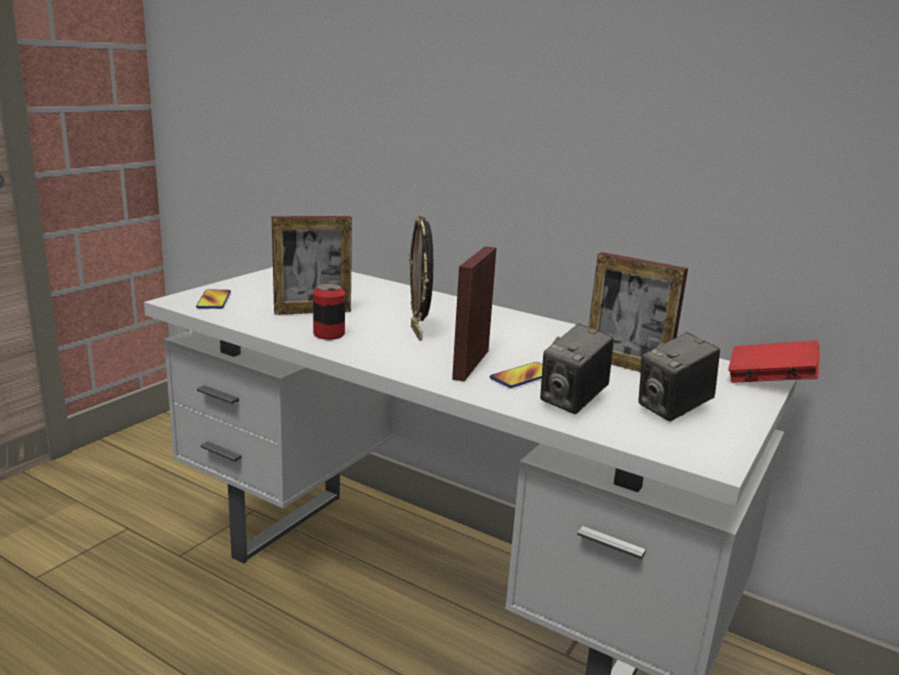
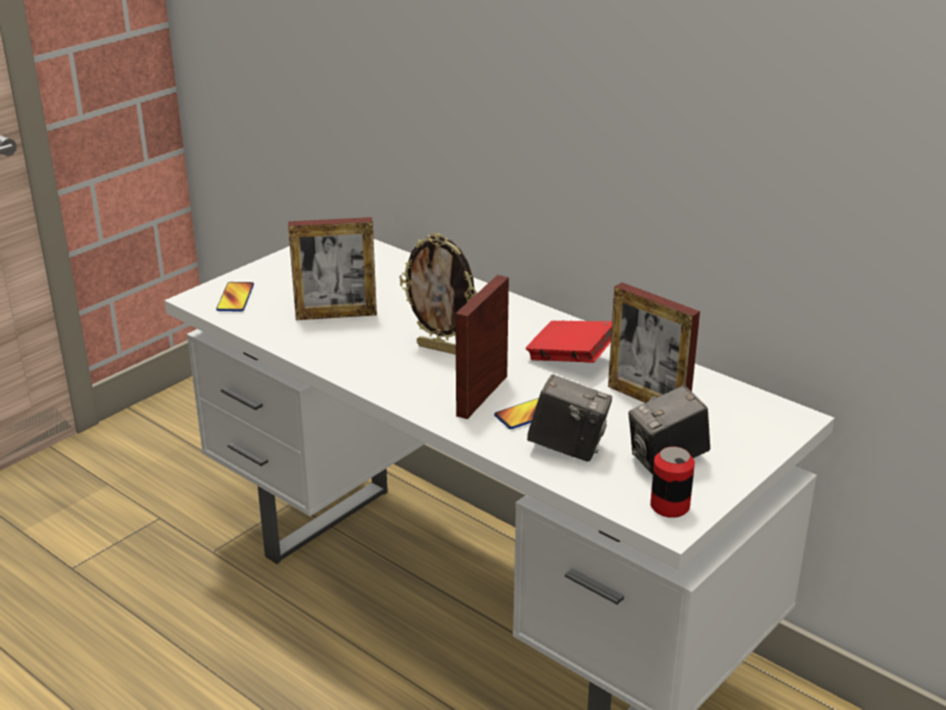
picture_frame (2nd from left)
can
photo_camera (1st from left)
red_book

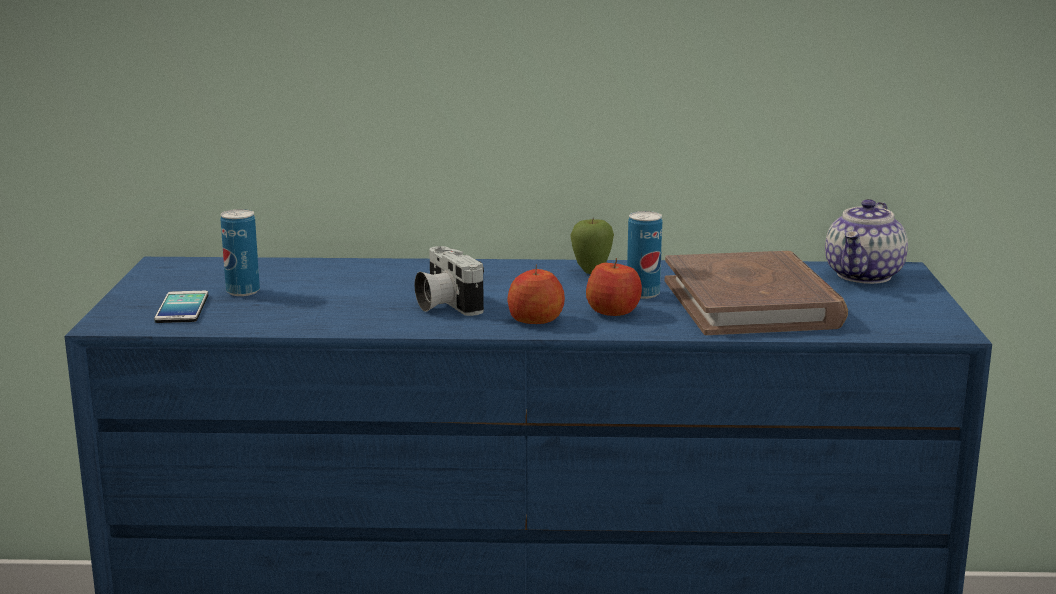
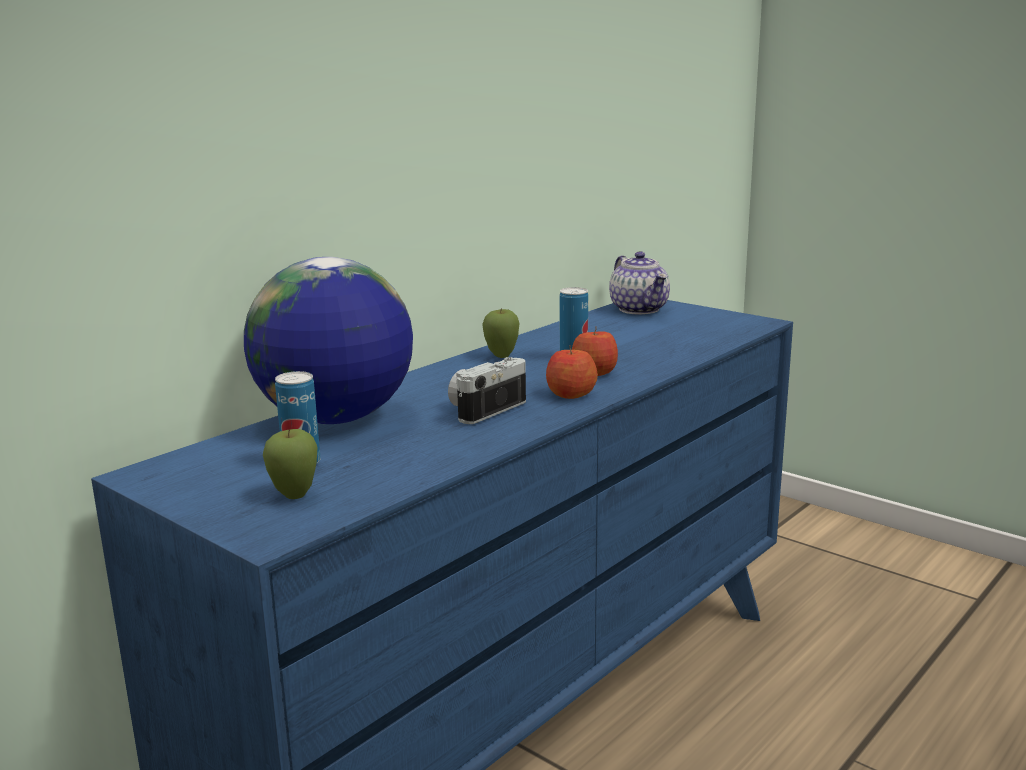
photo_camera
brown_book
apple (1st from left)
globe

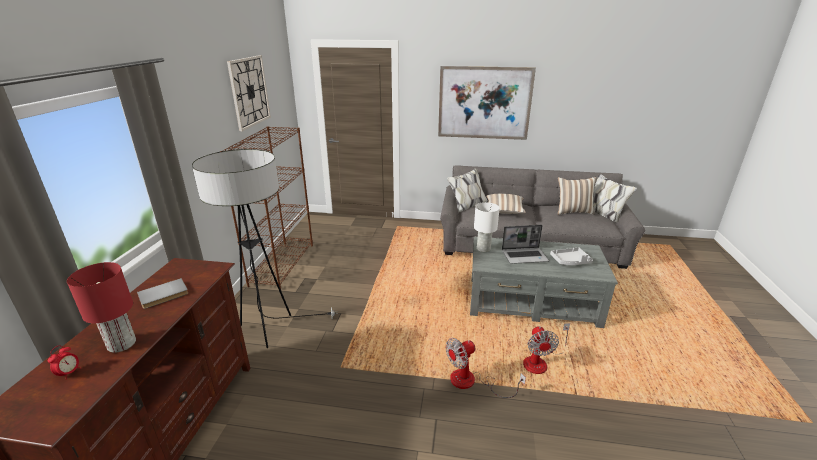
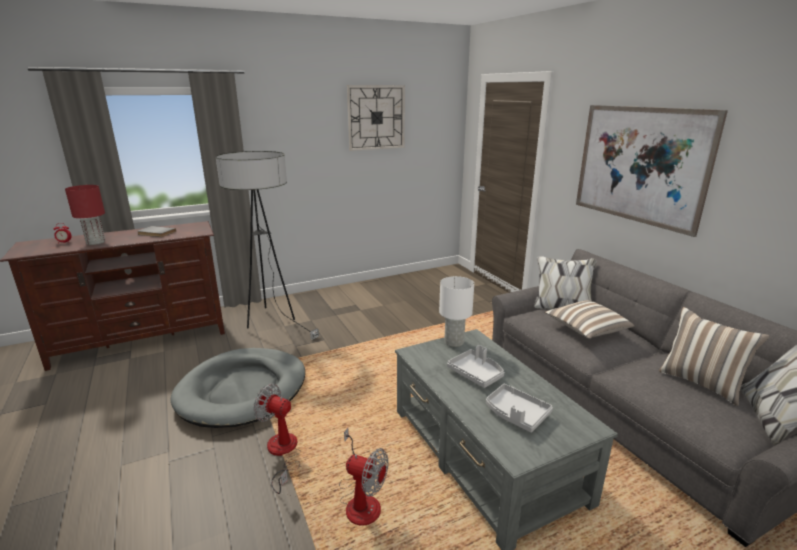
brown_bookcase
grey_tray (1st from left)
fan (2nd from left)
grey_dog_bed

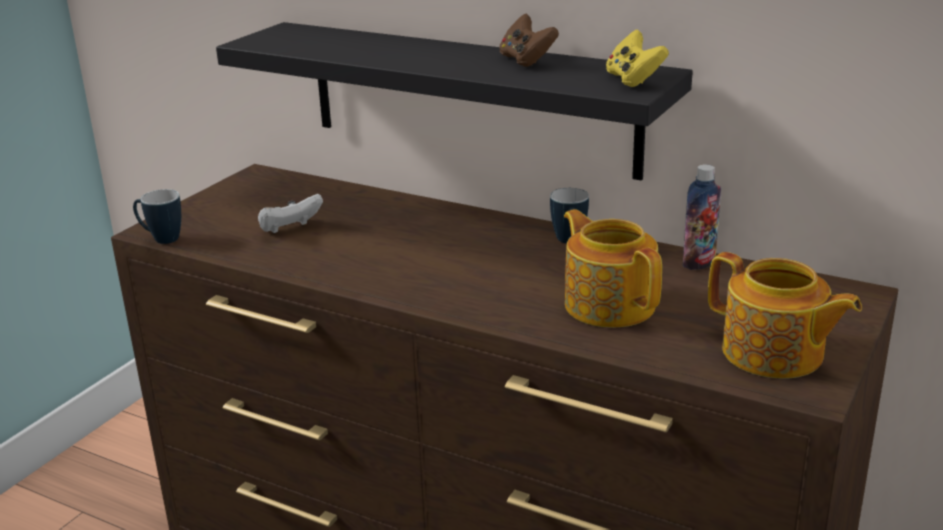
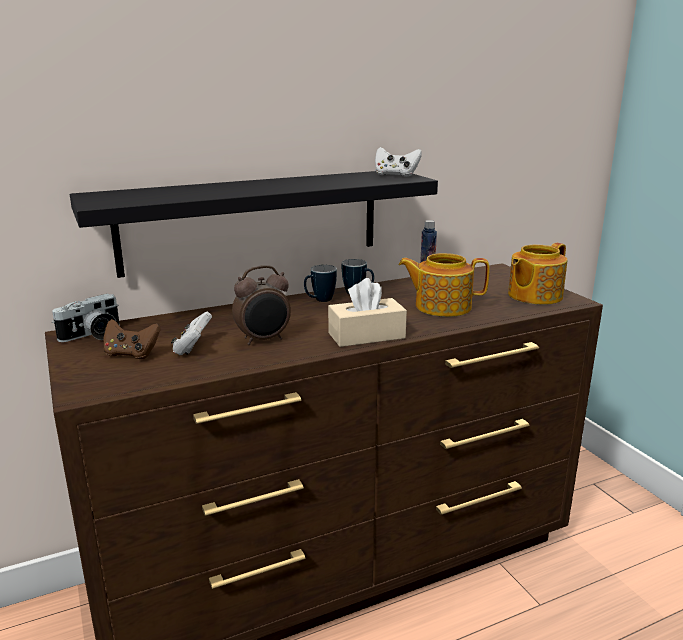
brown_game_controller
white_game_controller (2nd from left)
mug (1st from left)
teapot (2nd from left)
alarm_clock
beige_tissue_box
photo_camera

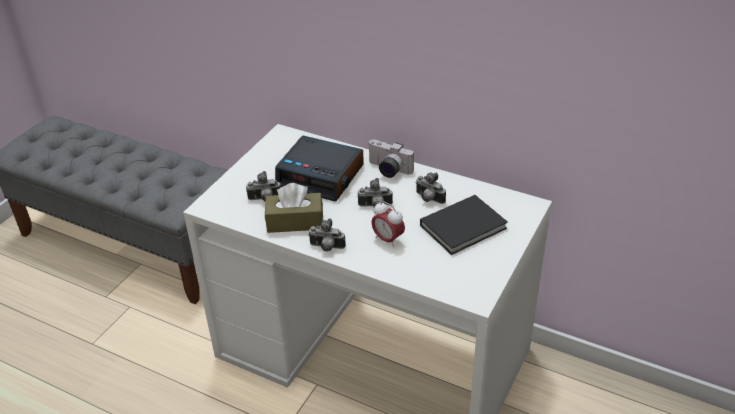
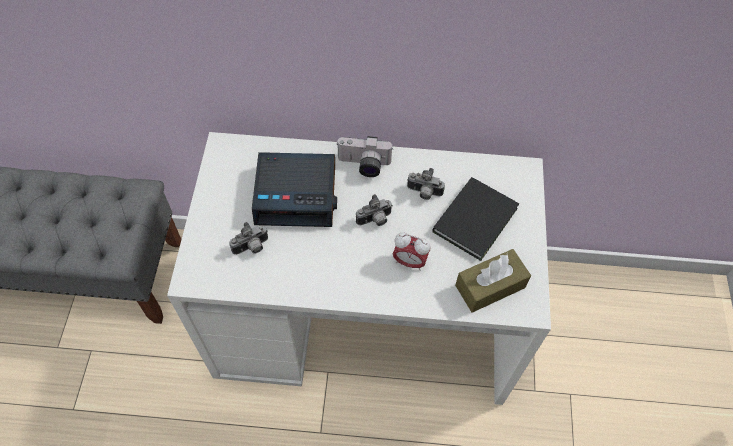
brown_tissue_box
photo_camera (2nd from left in the first image)

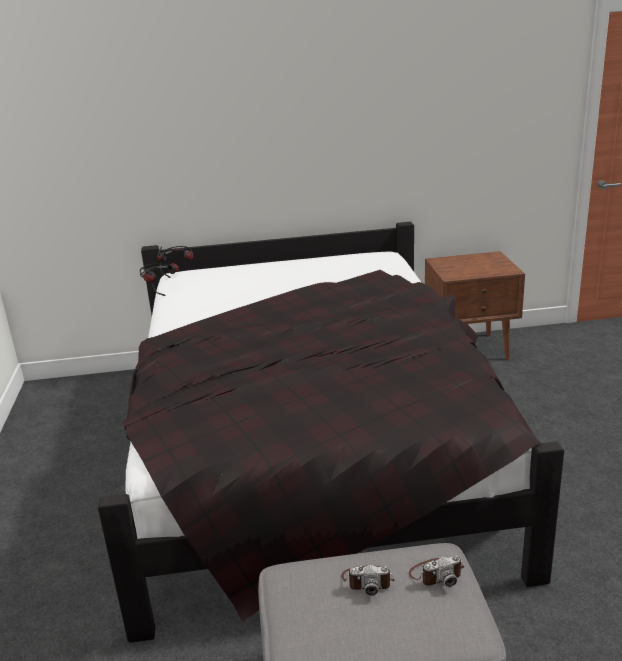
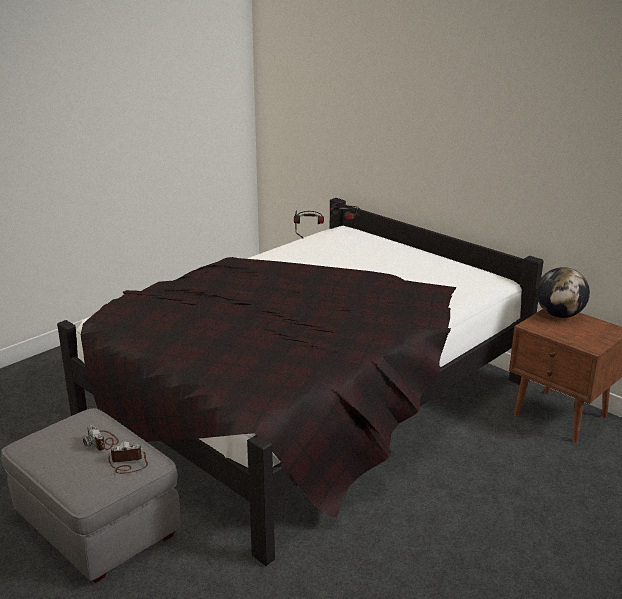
photo_camera (2nd from left)
globe

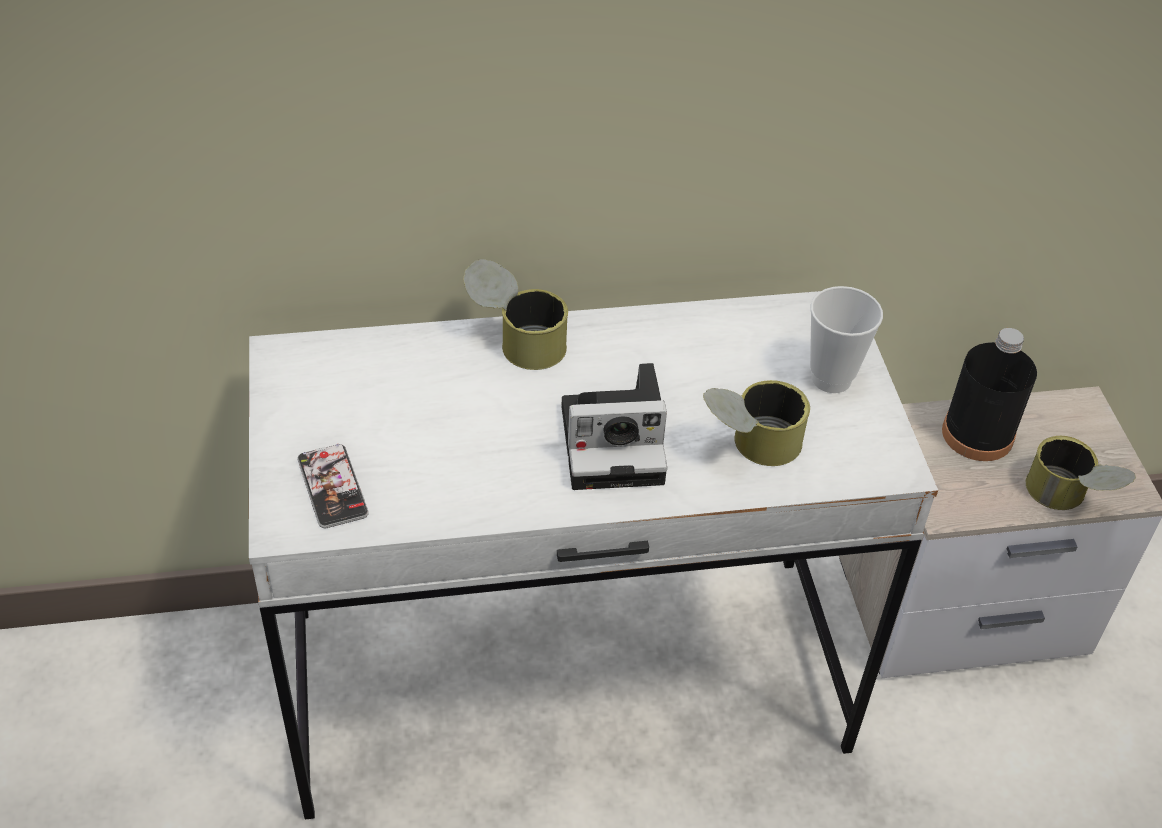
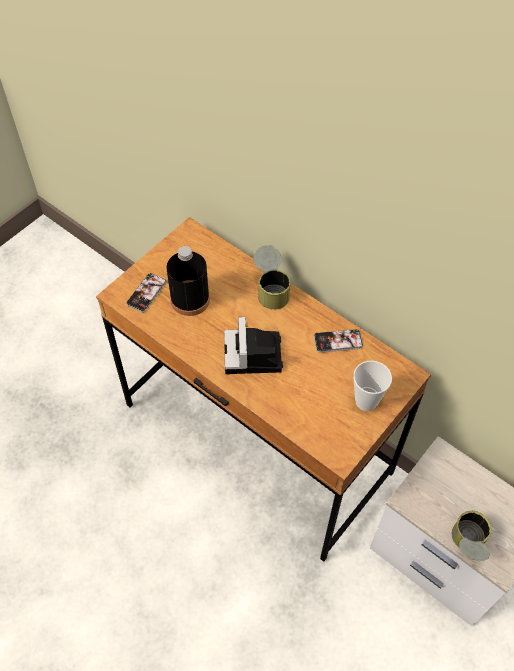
brown_desk
black_bottle
photo_camera
can (2nd from left in the first image)
phone (2nd from left)

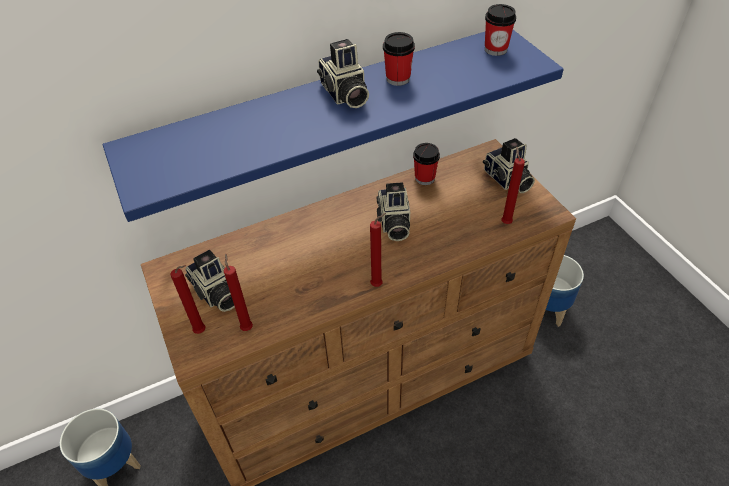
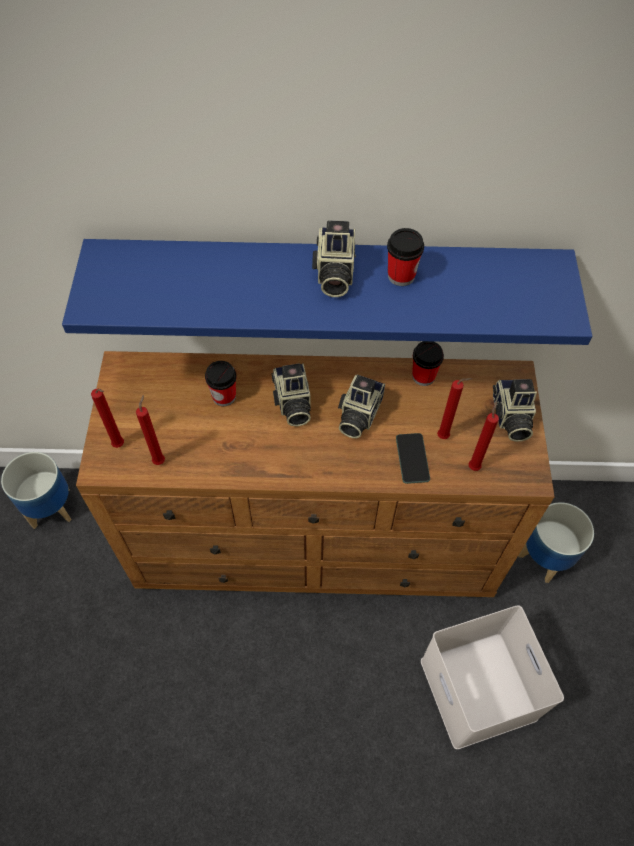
cup (1st from left)
red_candle (3rd from left)
photo_camera (1st from left)
phone
white_storage_box

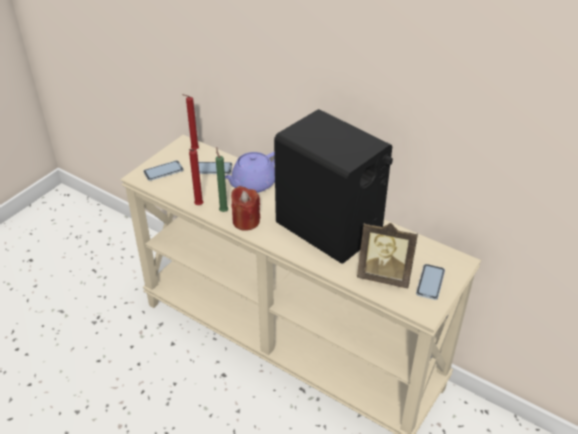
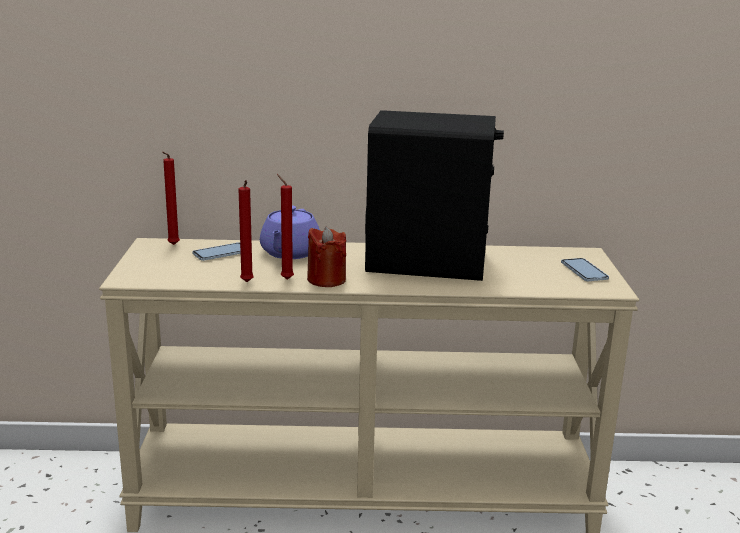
red_candle (3rd from left)
phone (1st from left in the first image)
picture_frame

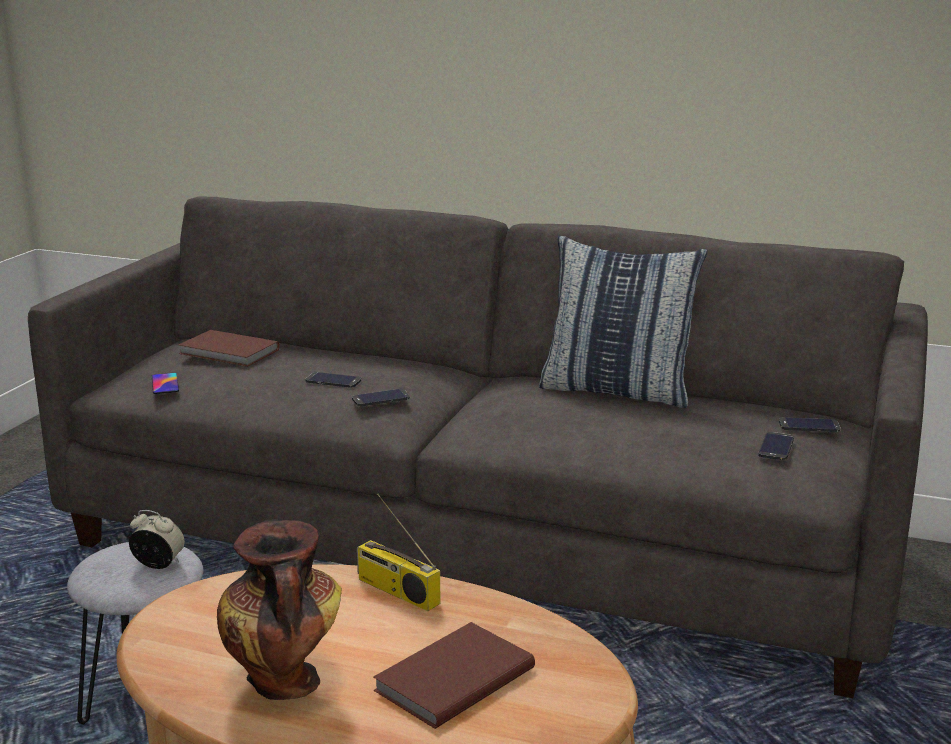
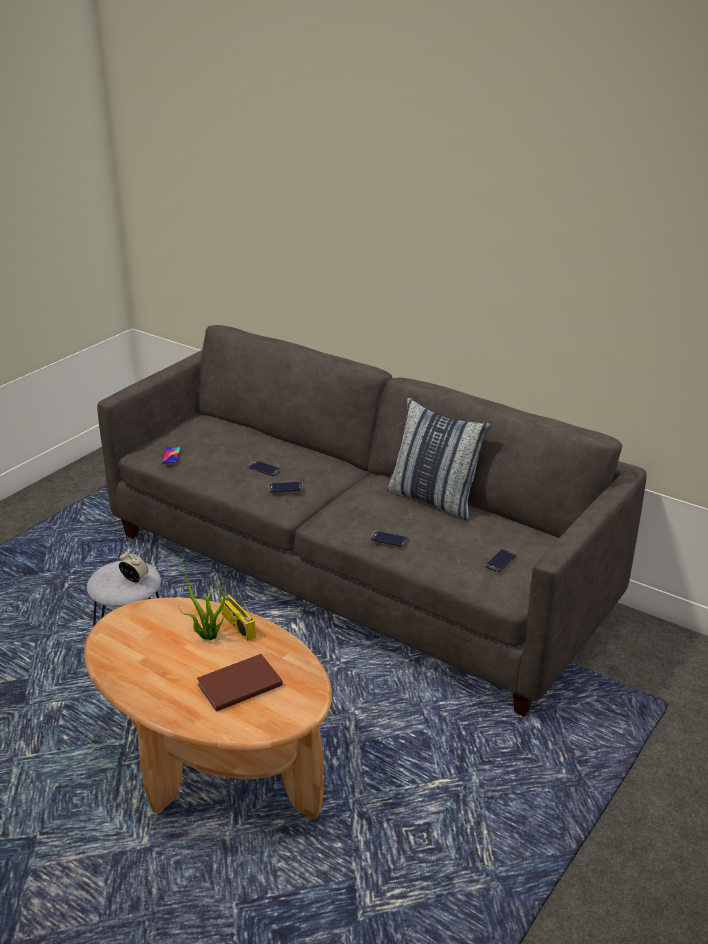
brown_book (1st from left in the first image)
phone (4th from left)
vase
potted_plant

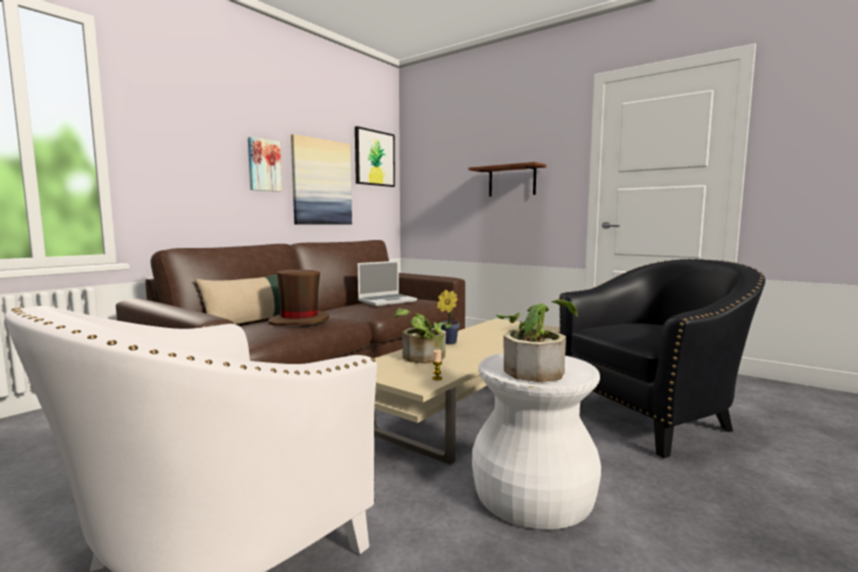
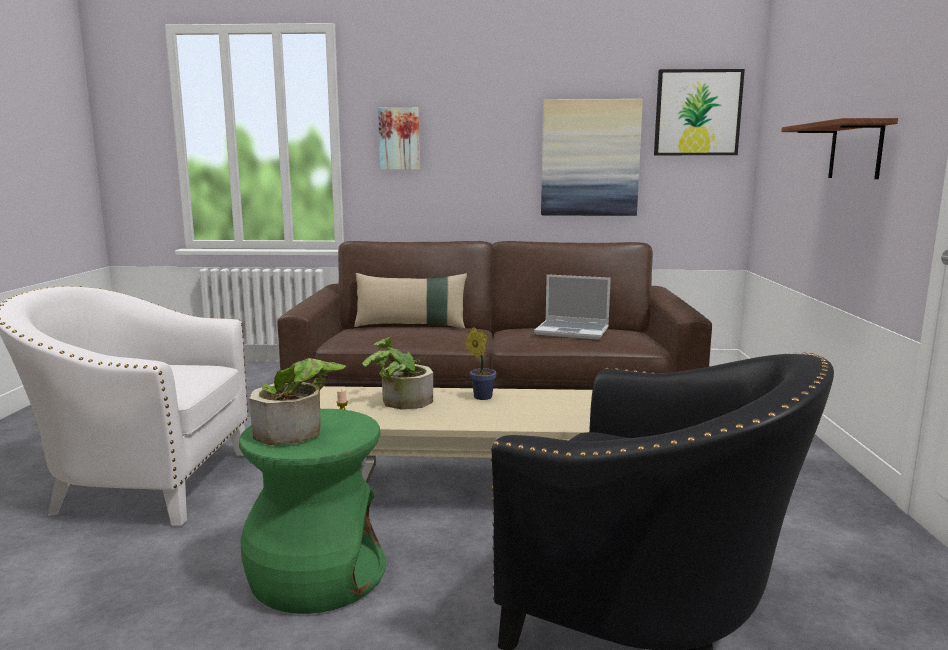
picture (1st from left)
brown_hat
green_stool

